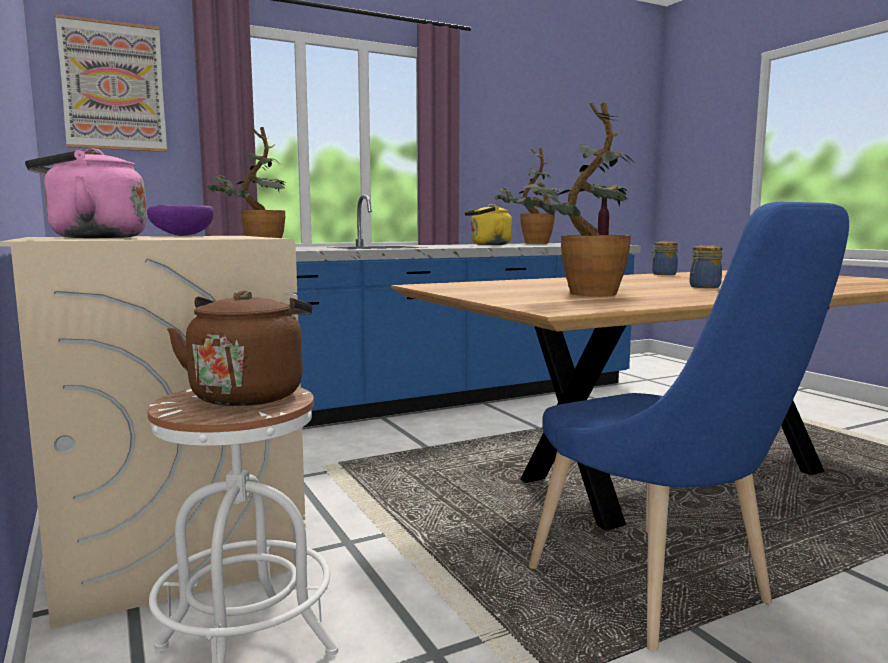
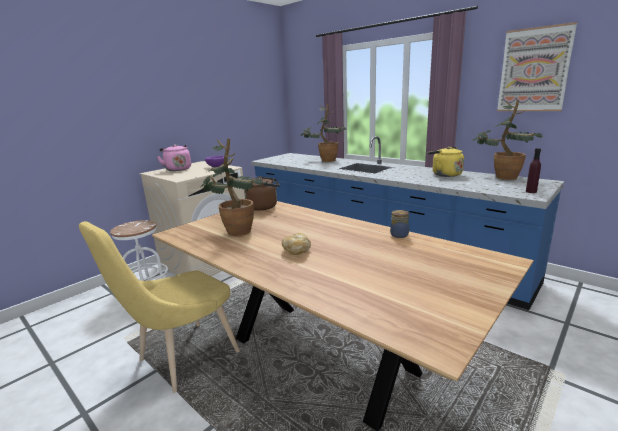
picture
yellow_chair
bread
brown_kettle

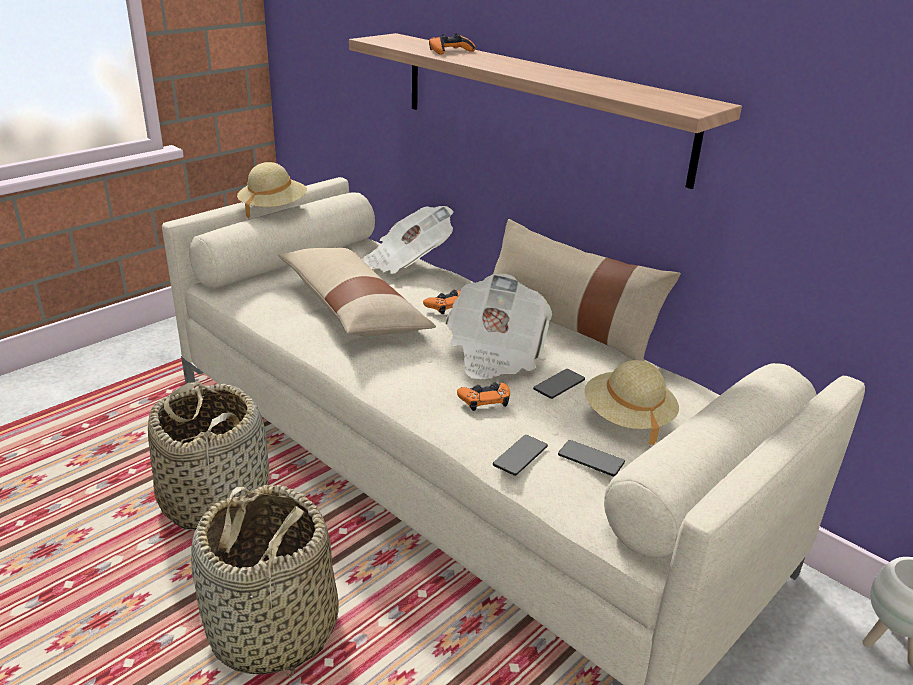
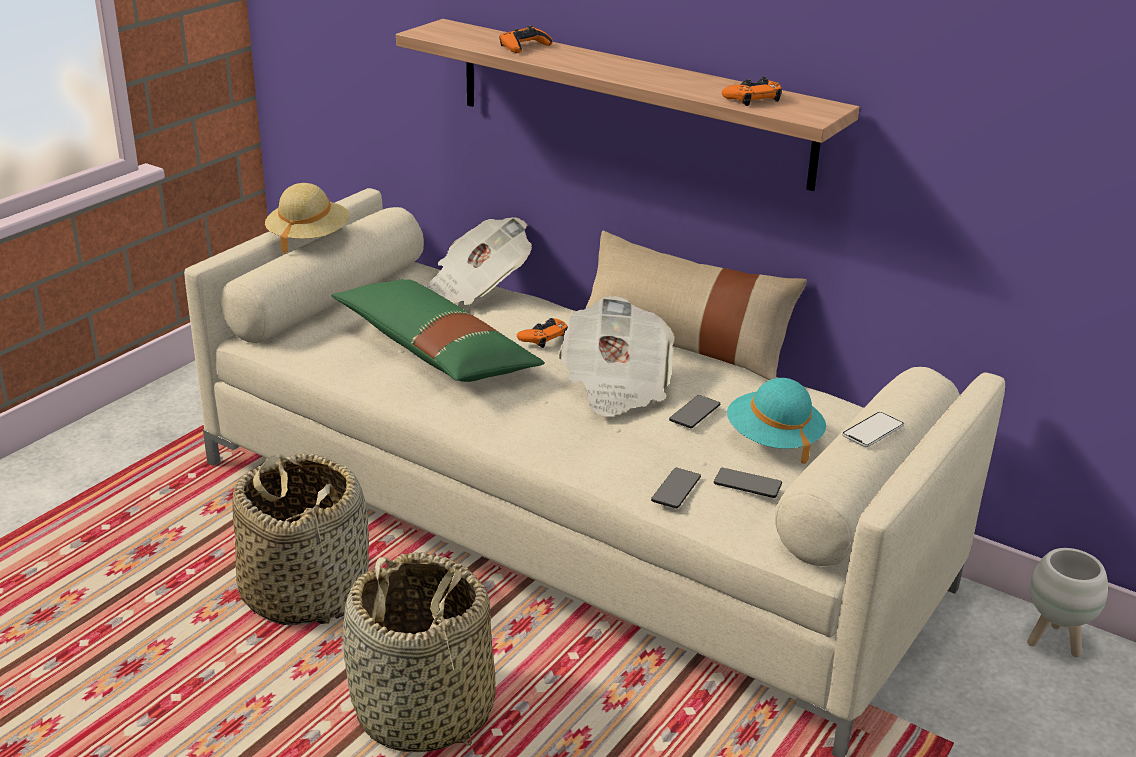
green_pillow
turquoise_hat
orange_game_controller (3rd from left)
phone (4th from left)

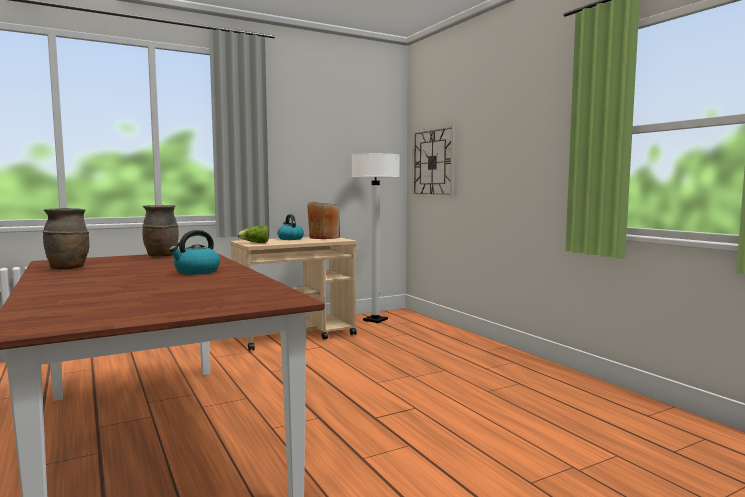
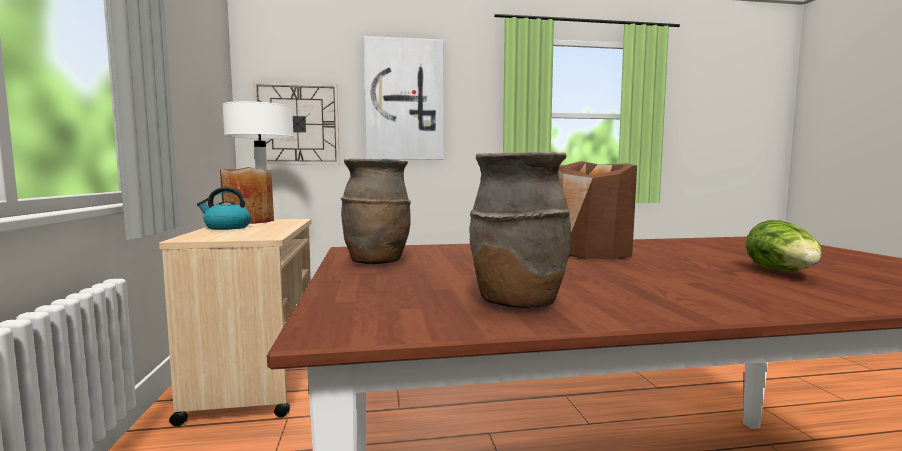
lettuce
brown_vase (4th from left)
picture

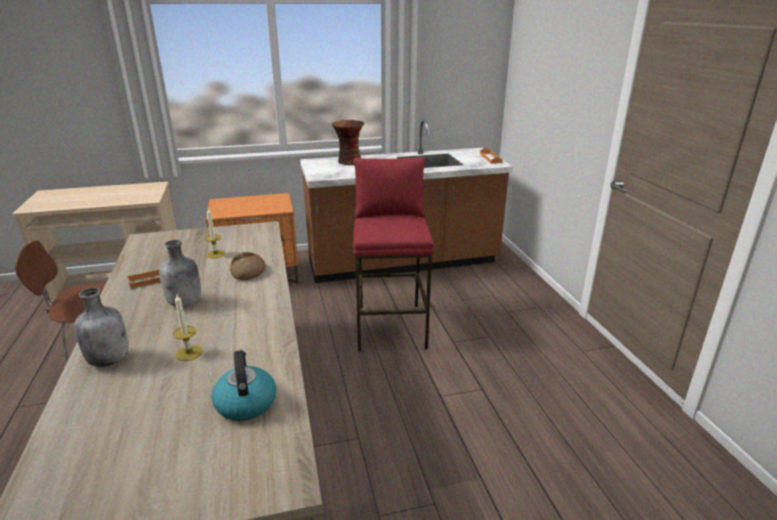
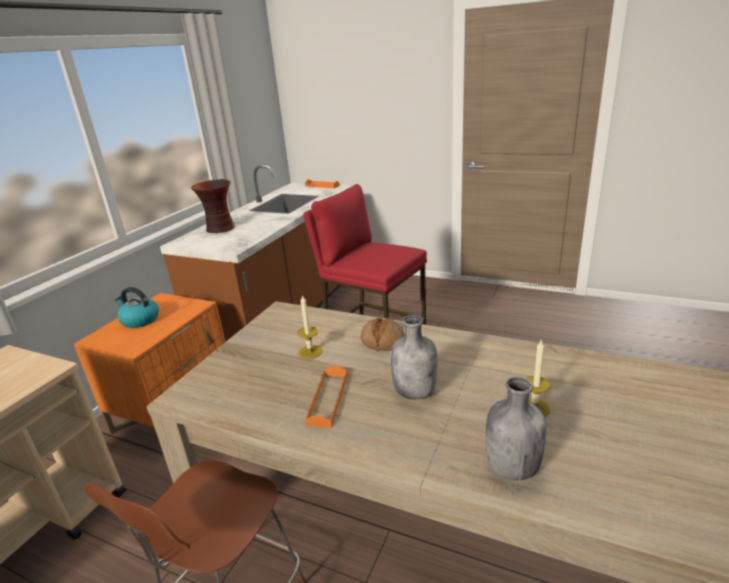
kettle

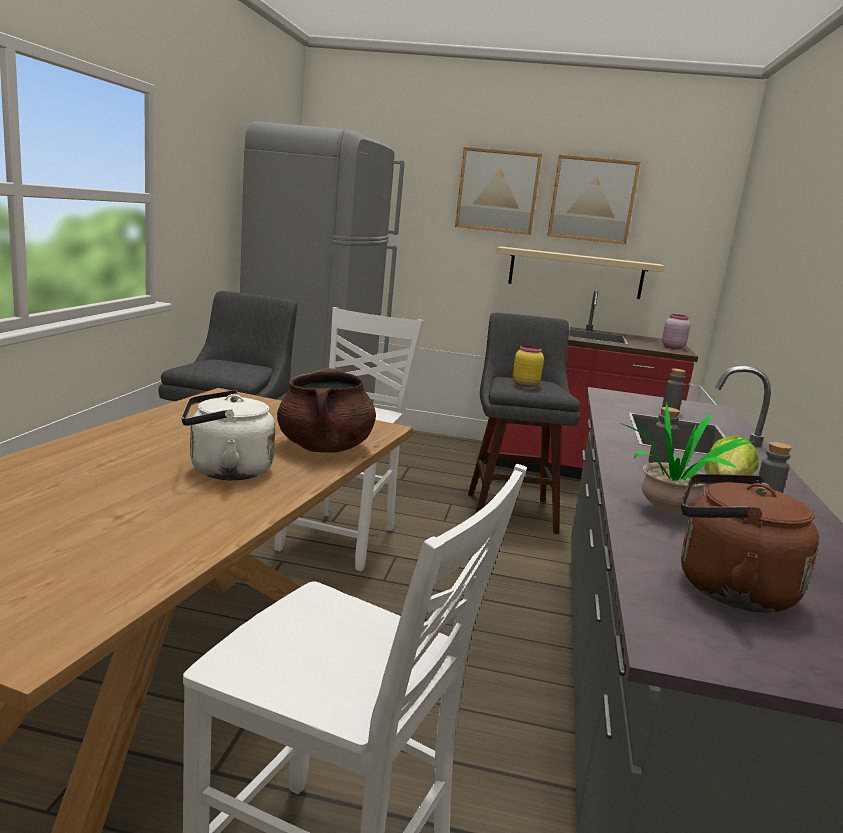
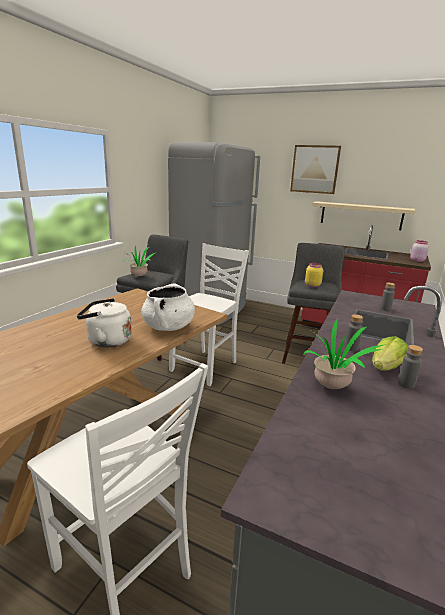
picture (2nd from left in the first image)
white_cooking_pot
brown_kettle
potted_plant (1st from left)

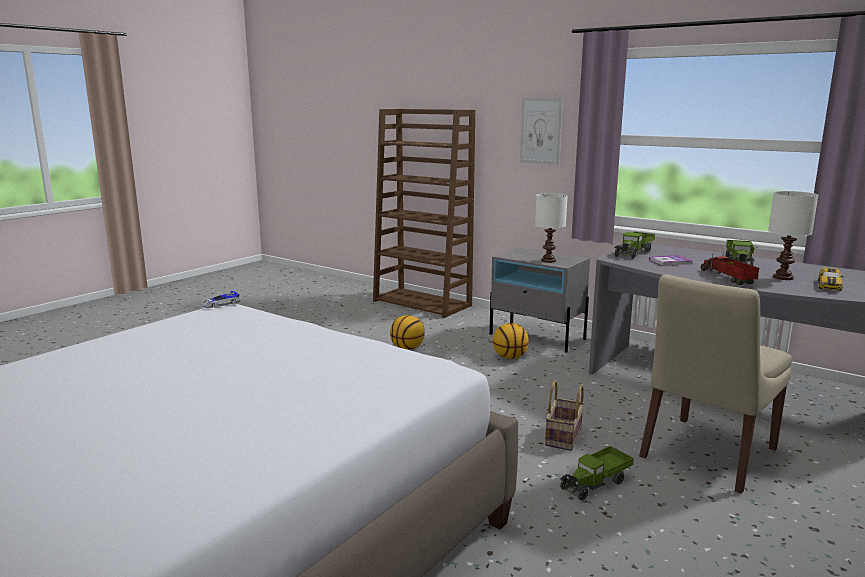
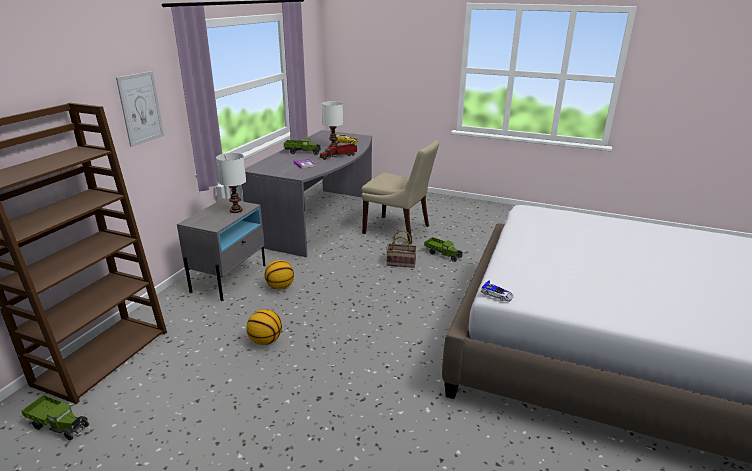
toy_truck (1st from left)

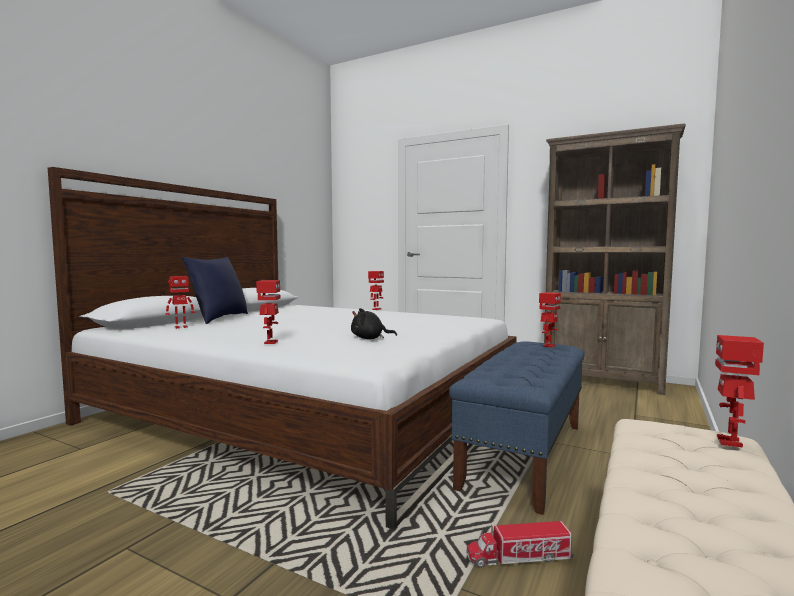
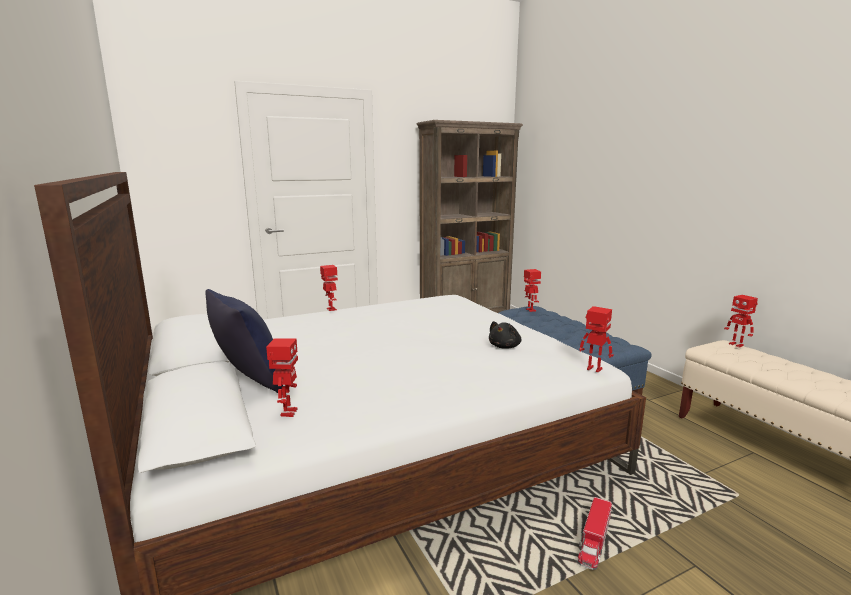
toy_robot (4th from left)
toy_truck

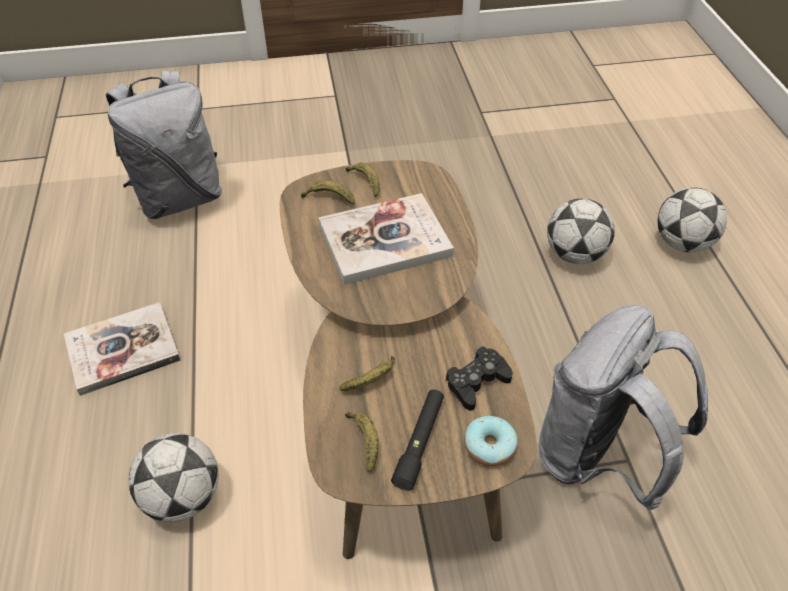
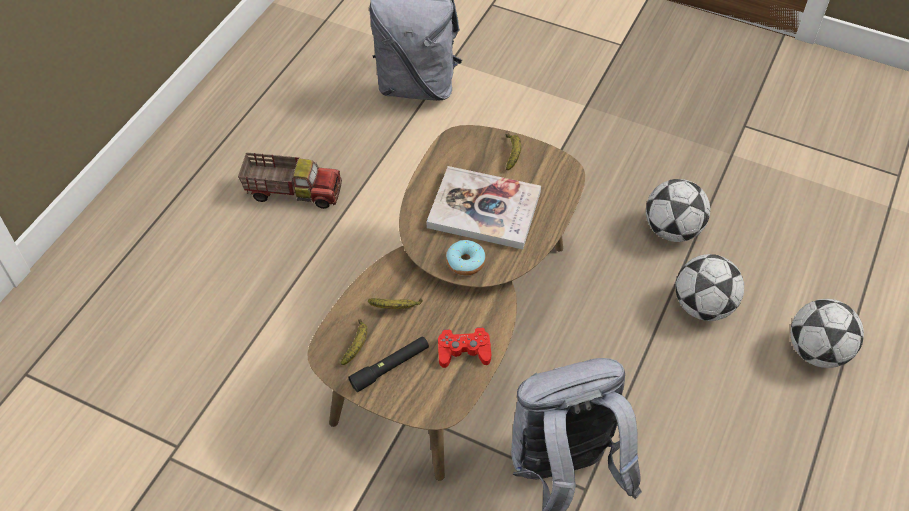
banana (1st from left in the first image)
toy_truck
red_game_controller
donut
football (1st from left)

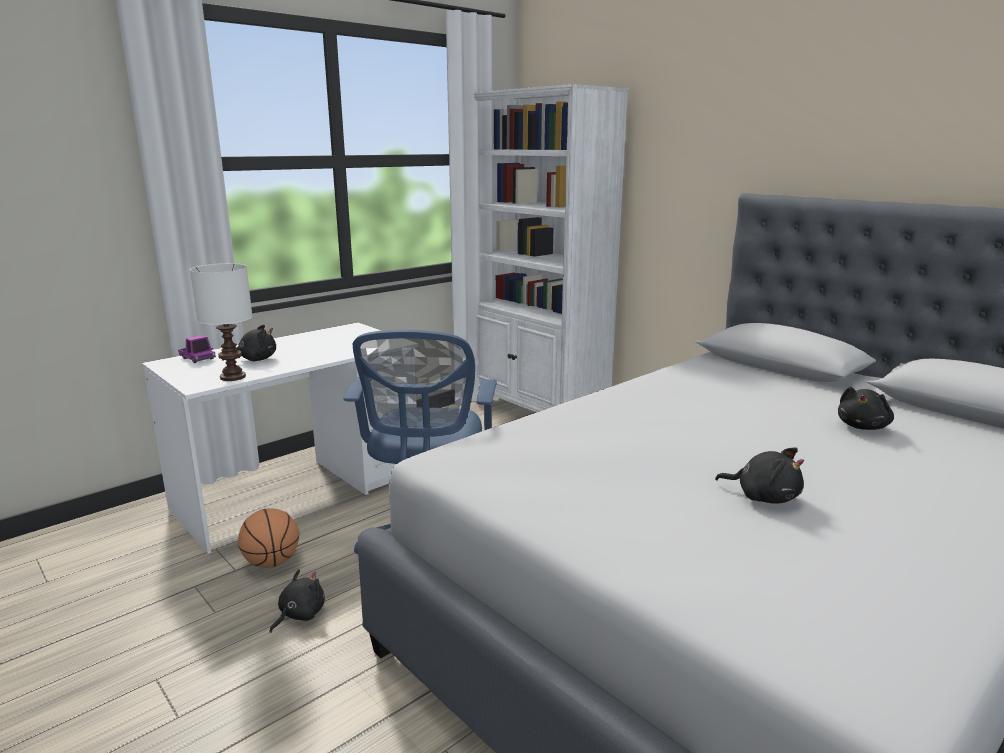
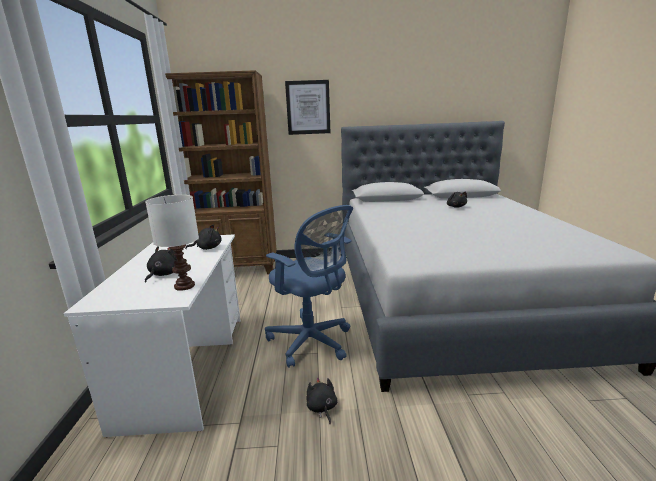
brown_bookcase
toy_truck
black_plush_toy (2nd from left)
basketball
picture

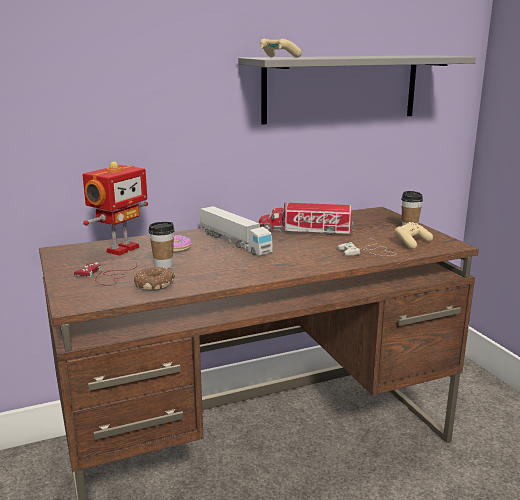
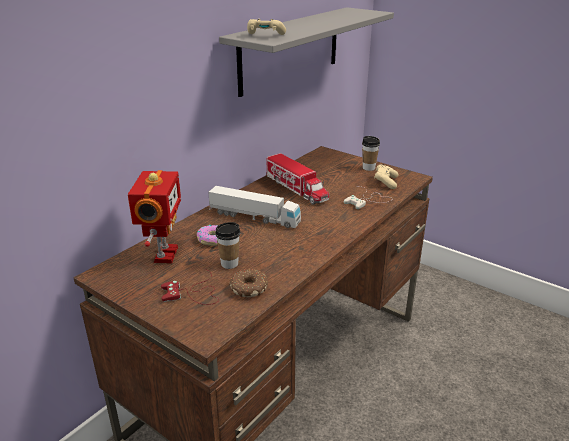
toy_truck (2nd from left)

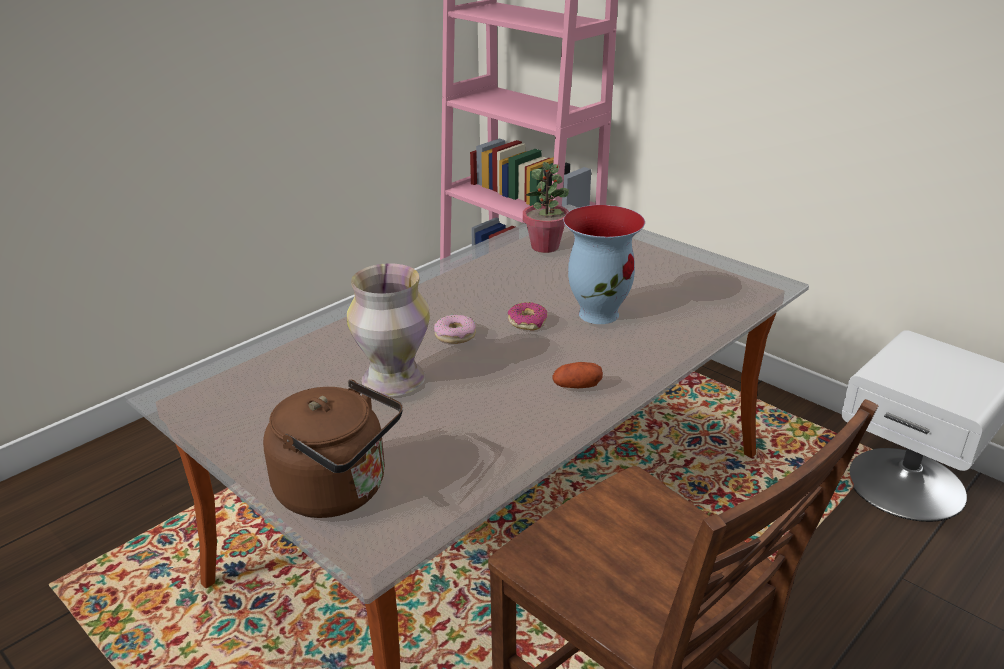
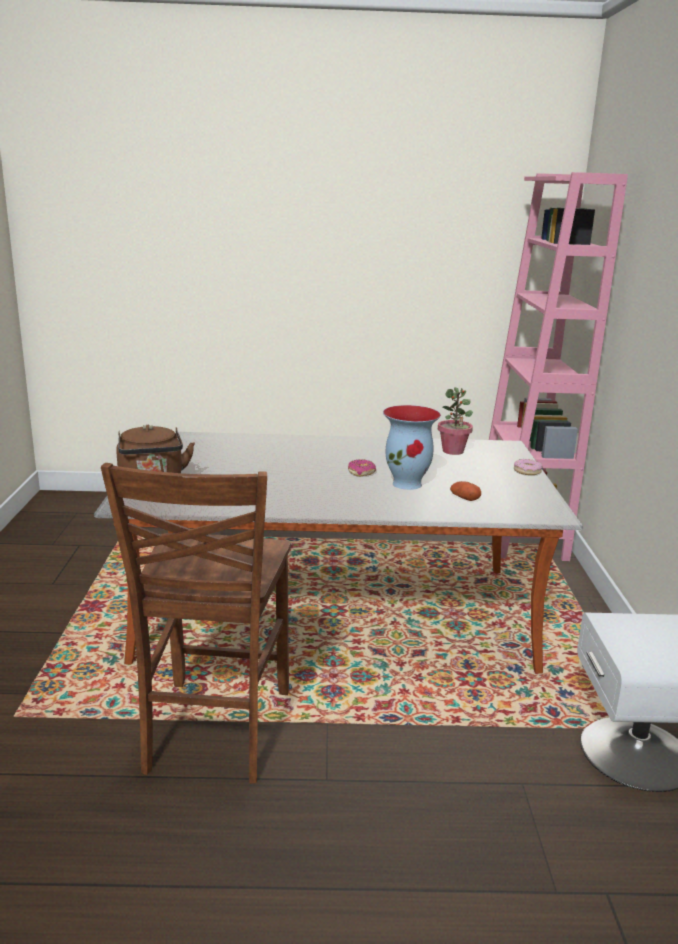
vase (1st from left in the first image)
donut (2nd from left)
potato

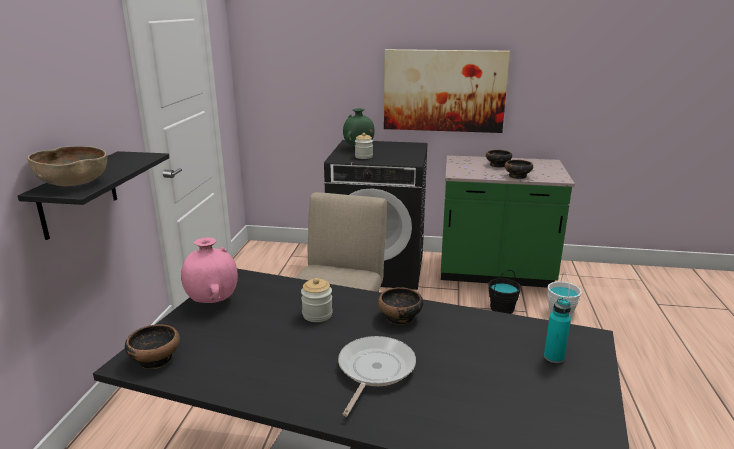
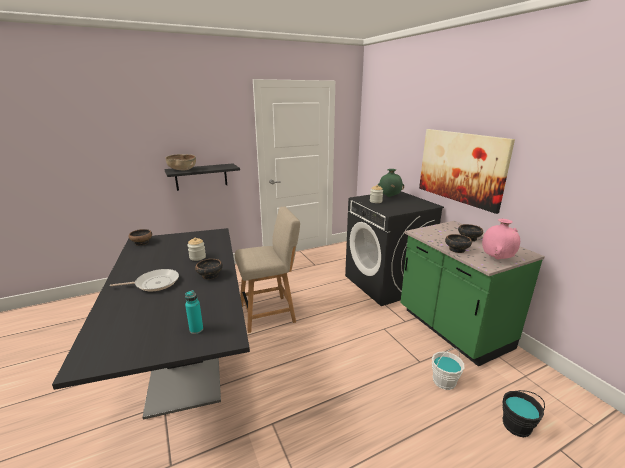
pink_vase
black_bucket

